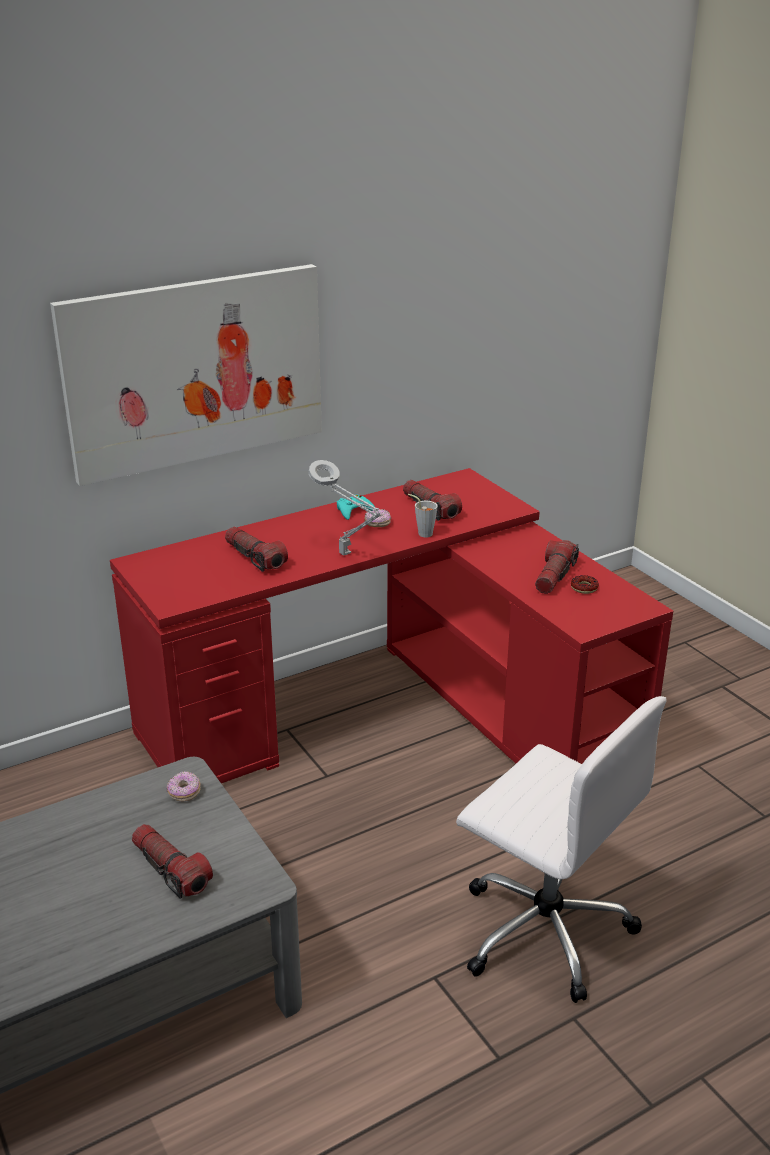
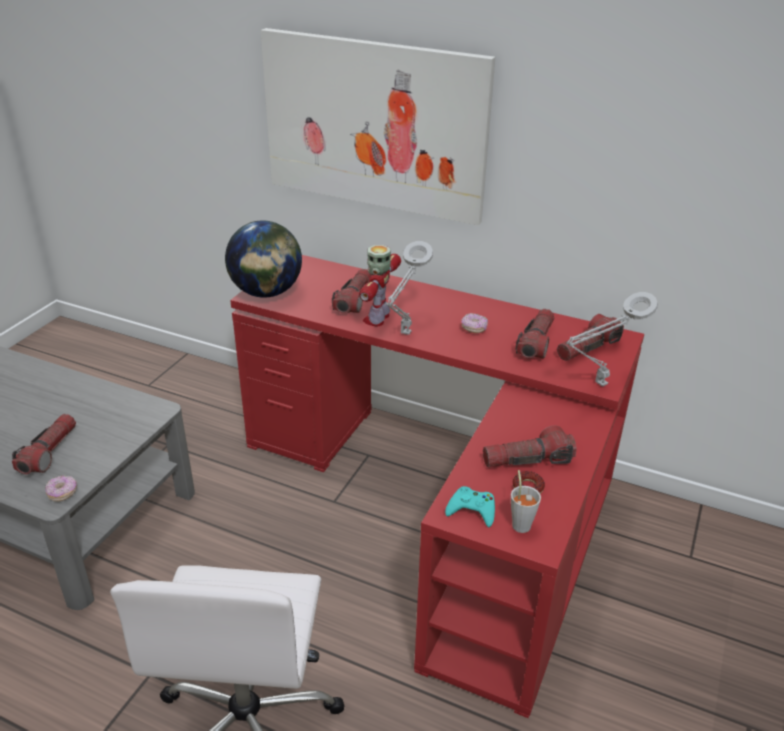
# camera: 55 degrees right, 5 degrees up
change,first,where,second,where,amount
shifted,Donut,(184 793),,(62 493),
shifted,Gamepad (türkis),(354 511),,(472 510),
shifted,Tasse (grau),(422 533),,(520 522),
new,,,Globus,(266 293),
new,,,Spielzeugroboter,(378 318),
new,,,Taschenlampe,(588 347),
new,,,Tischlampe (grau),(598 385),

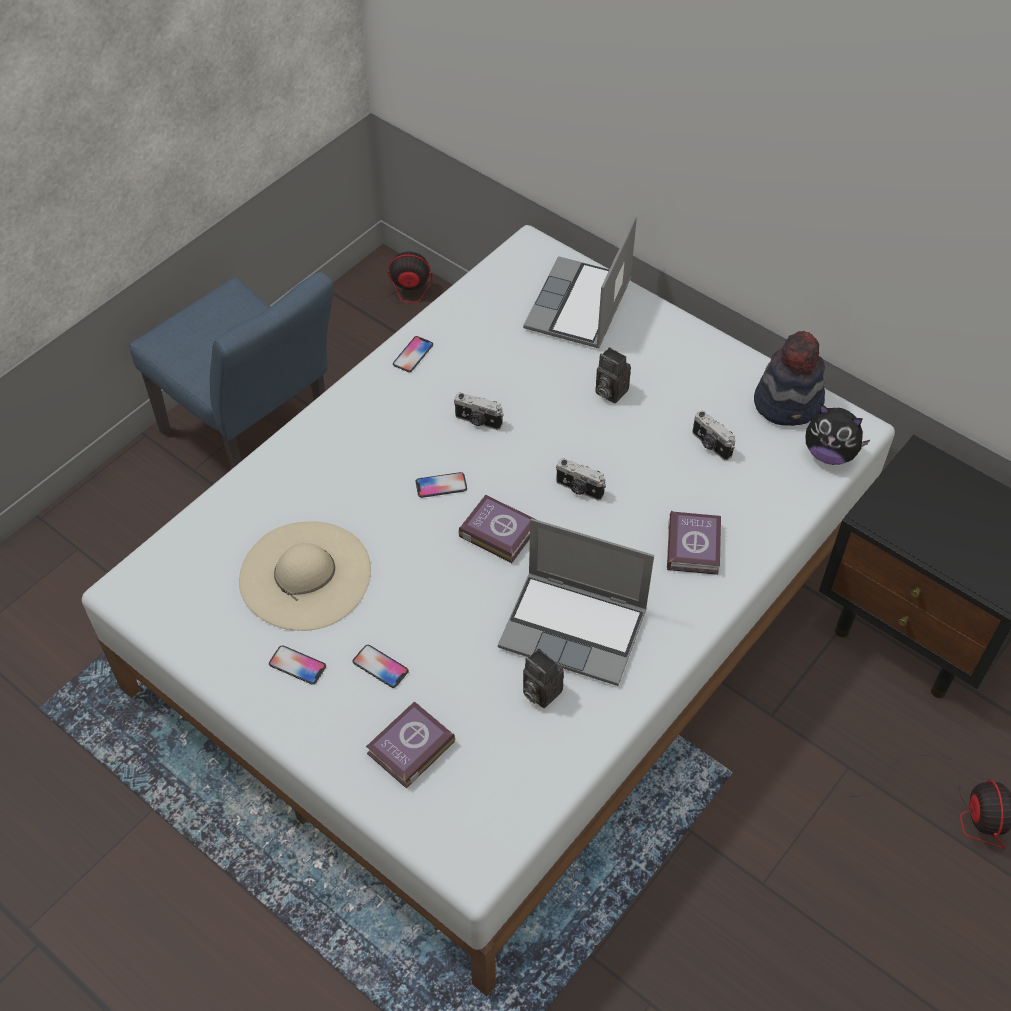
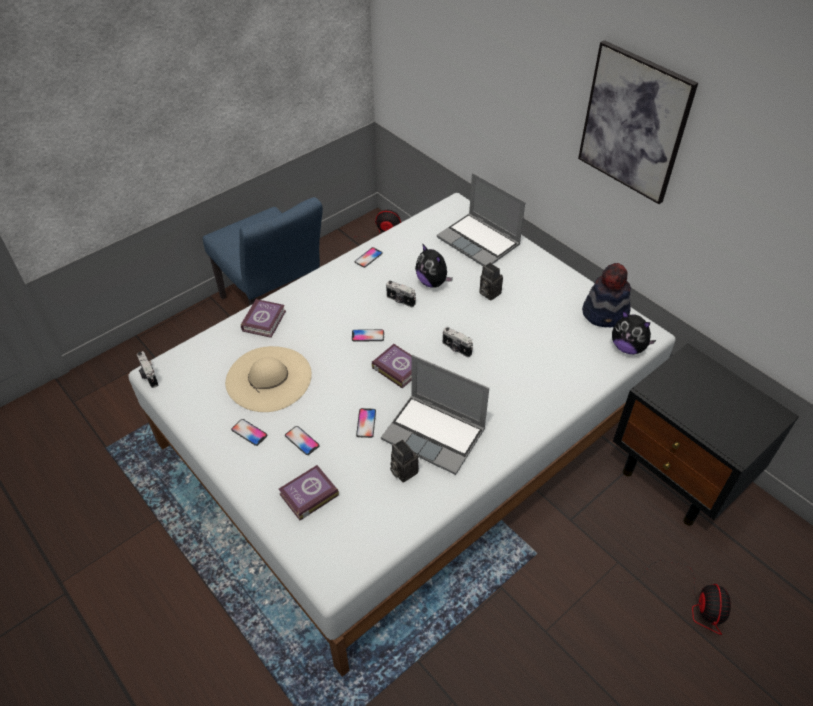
# camera: 10 degrees right, 5 degrees down
change,first,where,second,where,amount
rotated,Laptop,(579 307),,(480 242),75 degrees counterclockwise
shifted,Buch,(694 545),,(265 320),
shifted,Kamera,(710 445),,(148 376),
new,,,Handy,(366 423),
new,,,Plüschtier,(432 282),
new,,,Bild,(634 123),

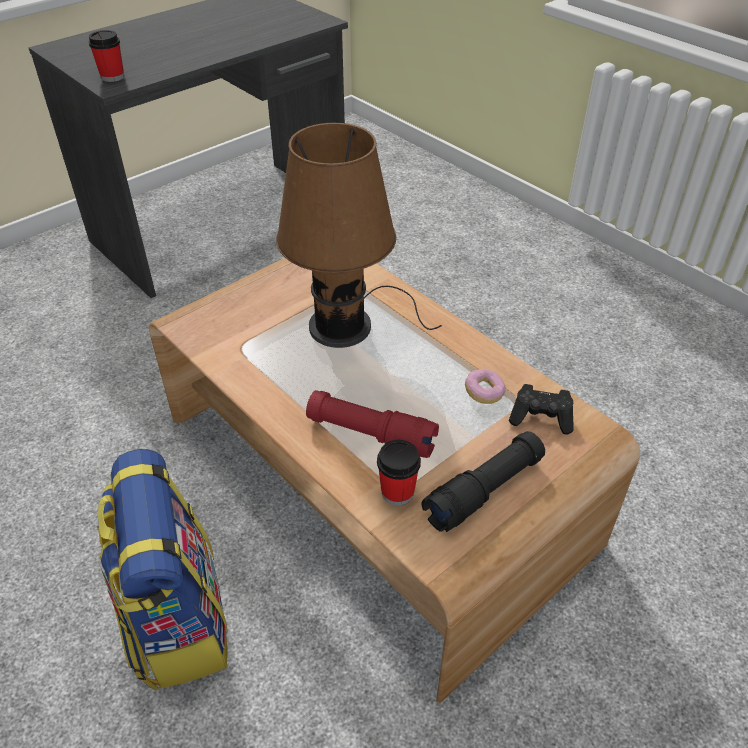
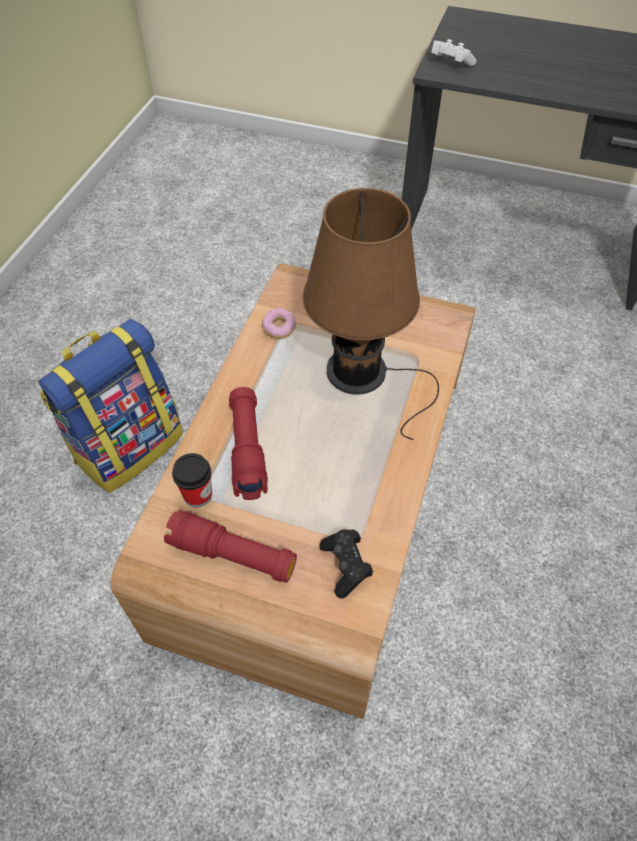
# camera: 60 degrees right, 10 degrees up
change,first,where,second,where,amount
swapped,Tasse,(112 77),Gamepad (weiß),(450 63),
repainted,Taschenlampe (schwarz),(484 491),Taschenlampe (rot),(232 555),
shifted,Donut,(484 393),,(279 329),

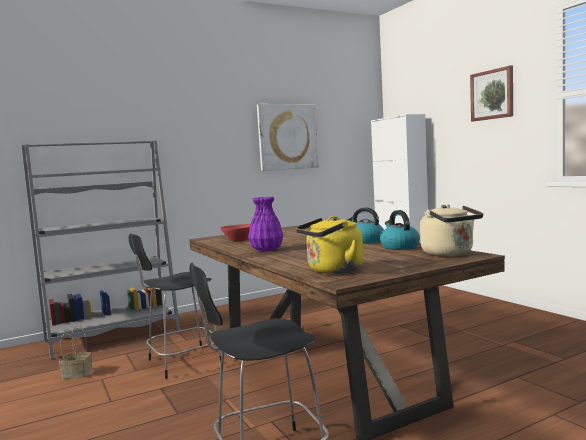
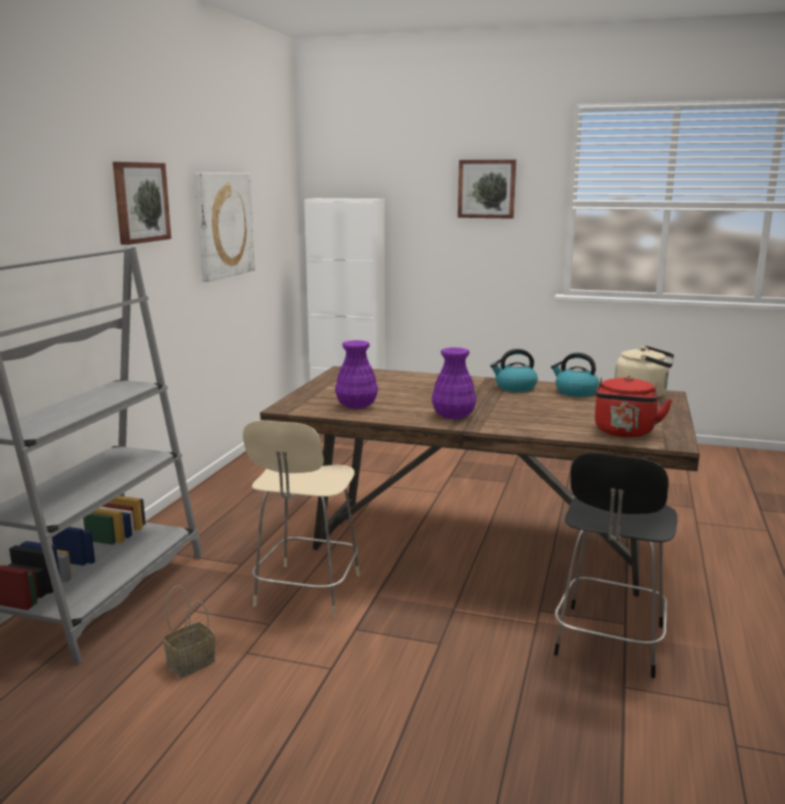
# camera: 45 degrees left, 10 degrees up
change,first,where,second,where,amount
repainted,Stuhl (schwarz),(182 362),Stuhl (beige),(306 592),
swapped,Schüssel (rot),(238 240),Vase (lila),(356 405),
repainted,Wasserkessel (gelb),(332 271),Wasserkessel (rot),(624 433),
new,,,Bild,(140 202),

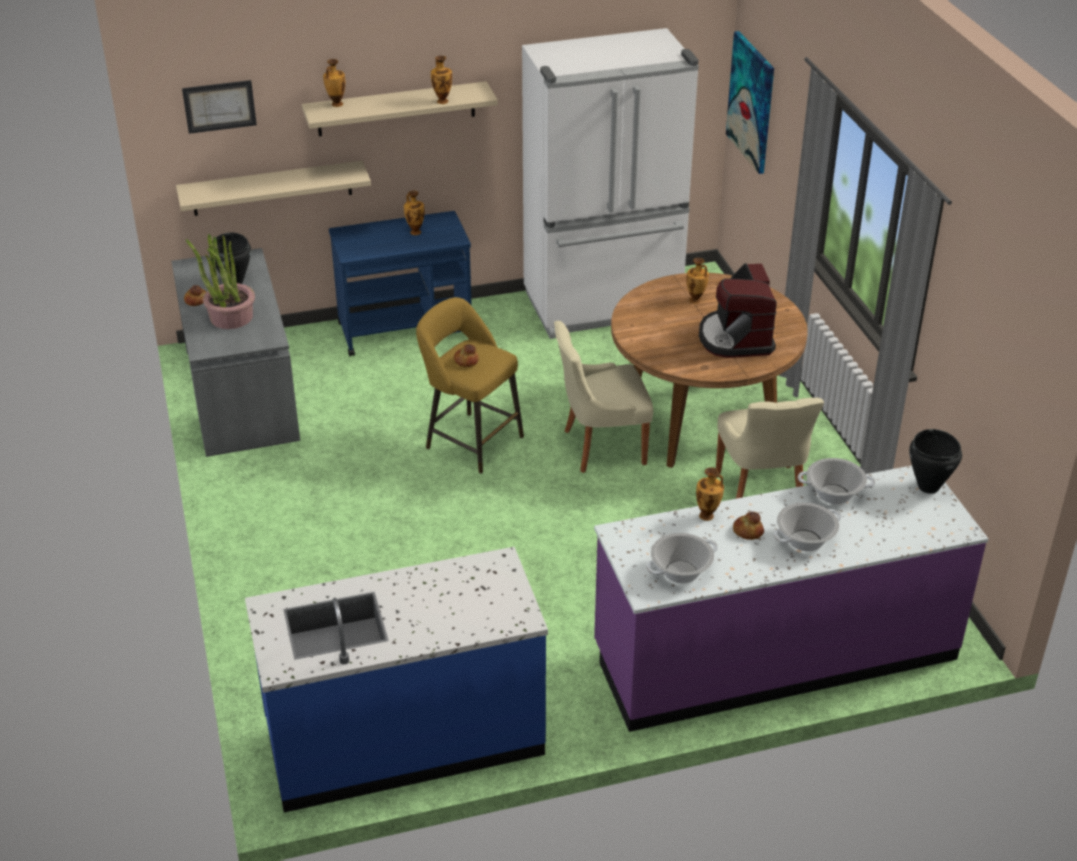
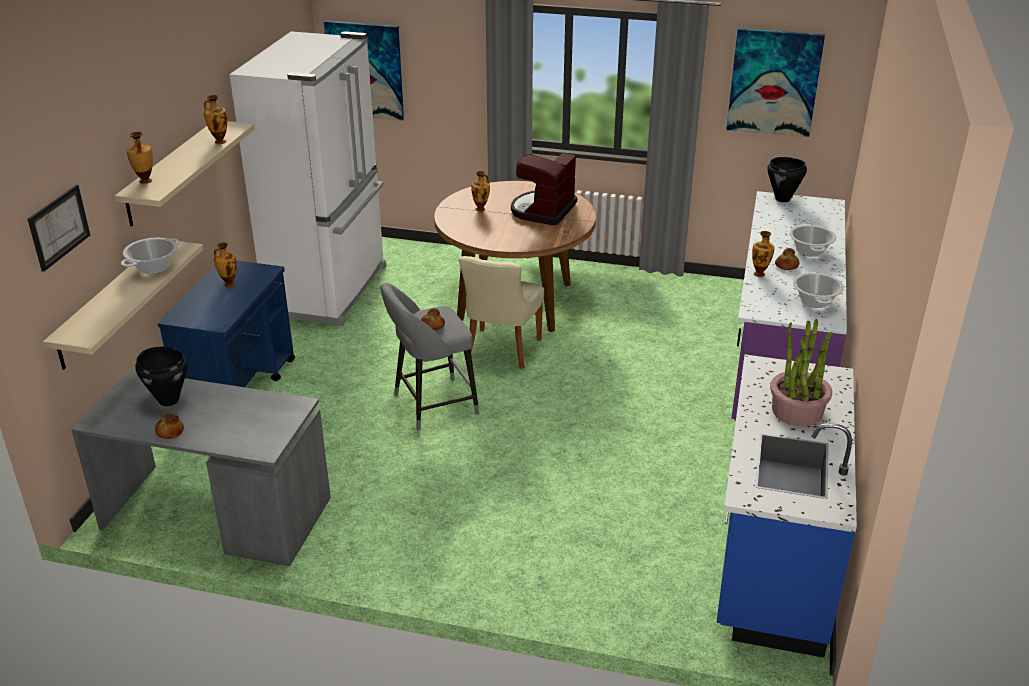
# camera: 60 degrees left, 5 degrees down
change,first,where,second,where,amount
shifted,Topfpflanze,(230 317),,(797 411),
repainted,Hocker (gelb),(470 441),Hocker (grau),(431 406),
rotated,Kaffeemaschine,(735 338),,(543 210),90 degrees clockwise
gone,Stuhl (beige),(761 492),,,
shifted,Kochtopf,(833 494),,(153 267),
new,,,Bild,(774 82),

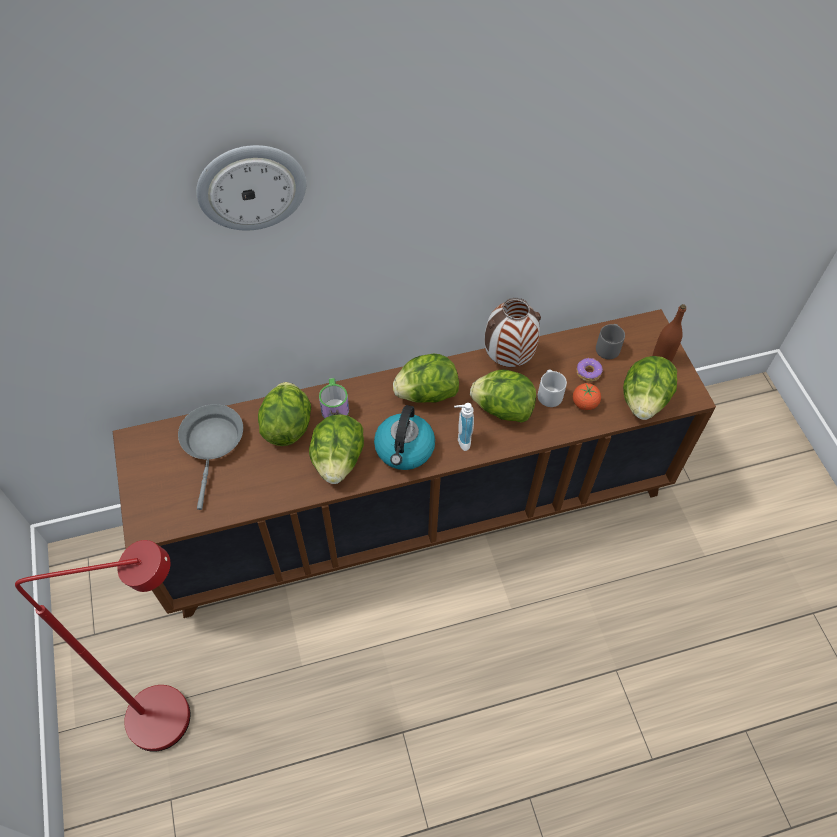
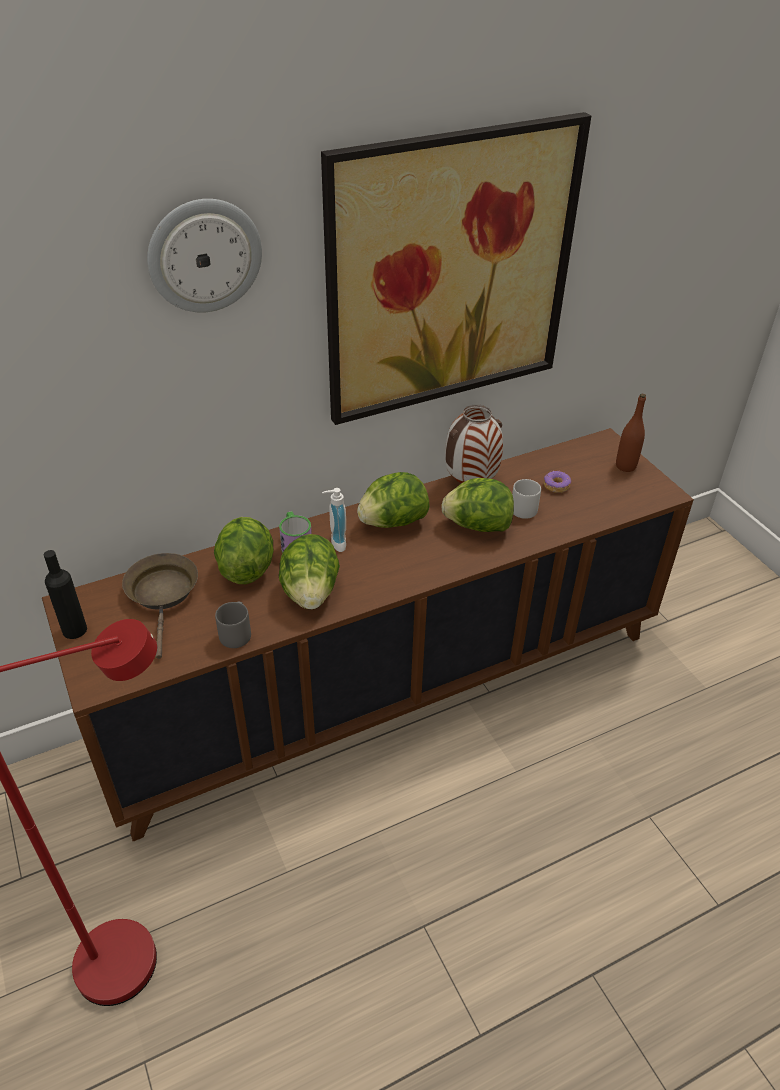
# camera: 10 degrees left, 15 degrees down
change,first,where,second,where,amount
repainted,Pfanne (grau),(213 444),Pfanne (braun),(163 595),
gone,Wasserkessel,(404 450),,,
shifted,Seifenspender,(461 440),,(335 543),
gone,Tomate,(584 404),,,
shifted,Henkelbecher (grau),(608 347),,(236 633),
gone,Salatkopf,(644 401),,,
new,,,Flasche (schwarz),(74 630),
new,,,Bild,(449 272),

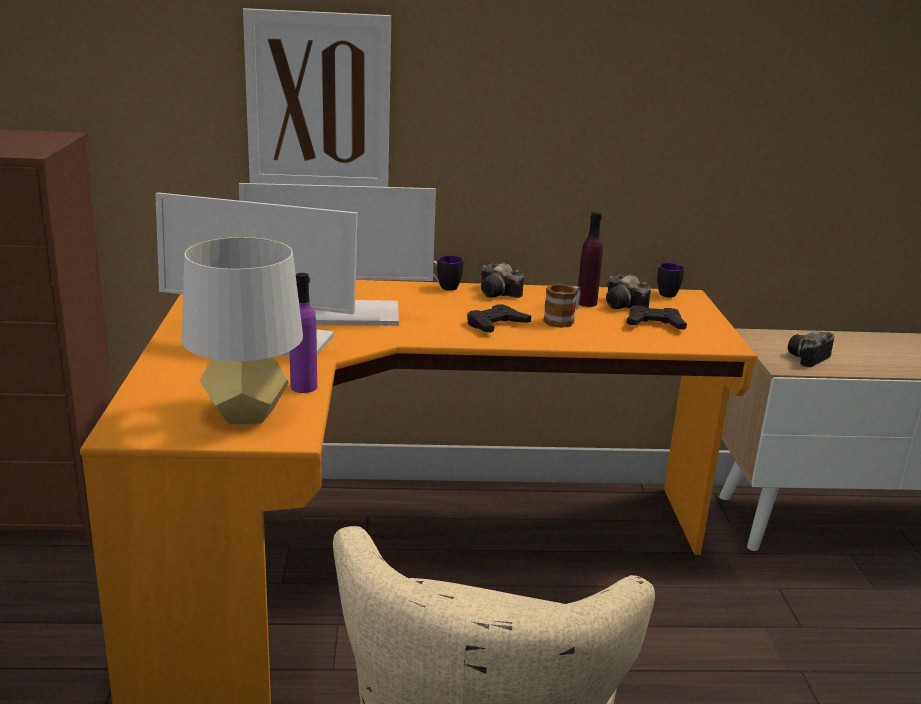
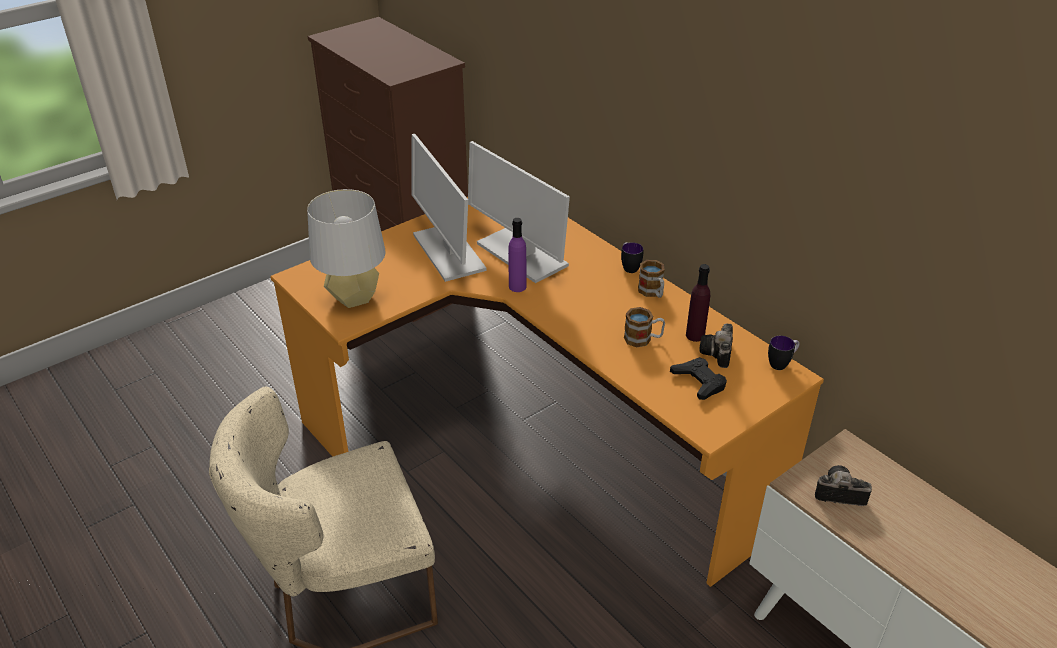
# camera: 55 degrees right, 15 degrees up
change,first,where,second,where,amount
gone,Bild,(318 102),,,
shifted,Flasche (lila),(303 387),,(517 287),
gone,Gamepad (schwarz),(496 325),,,
swapped,Kamera,(499 294),Henkelbecher,(652 292),

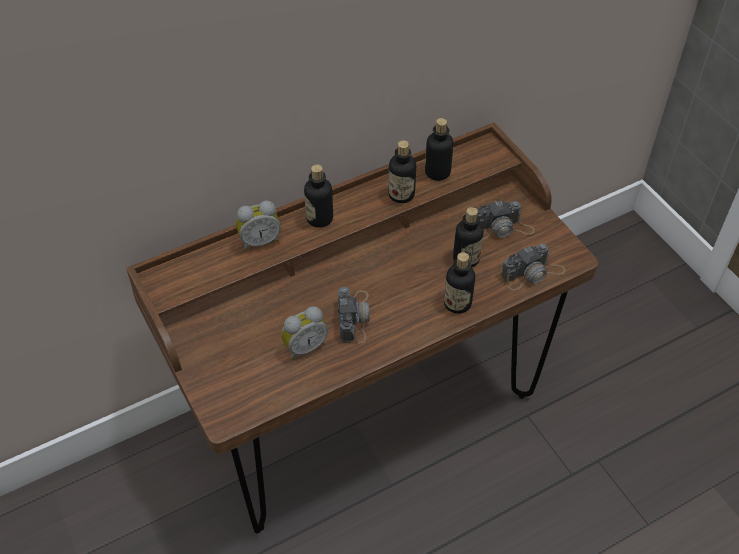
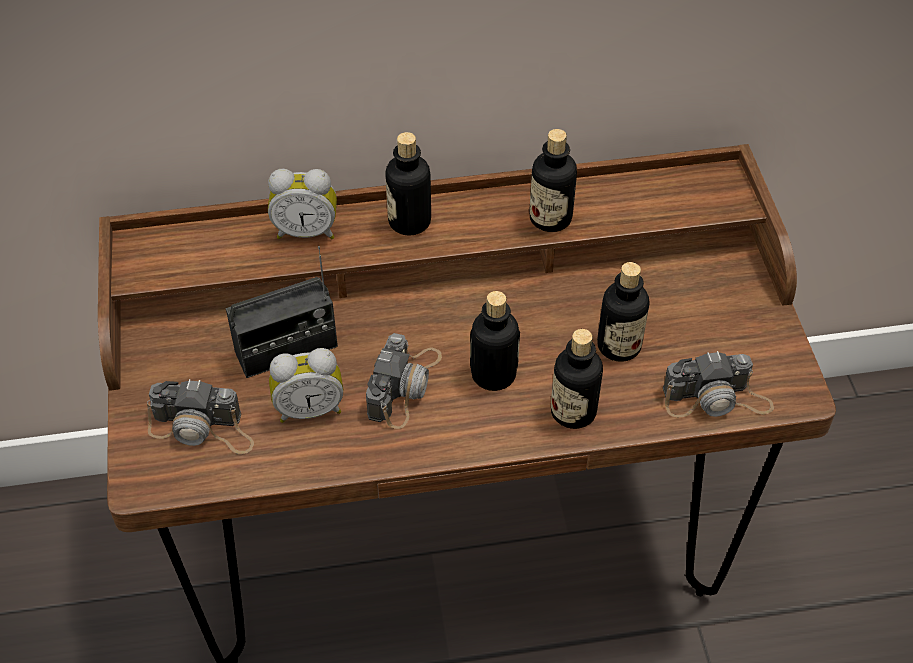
# camera: 20 degrees right, 0 degrees up
change,first,where,second,where,amount
shifted,Flasche,(437 172),,(493 374),
shifted,Kamera,(502 228),,(202 428),
new,,,Radio,(286 350),

